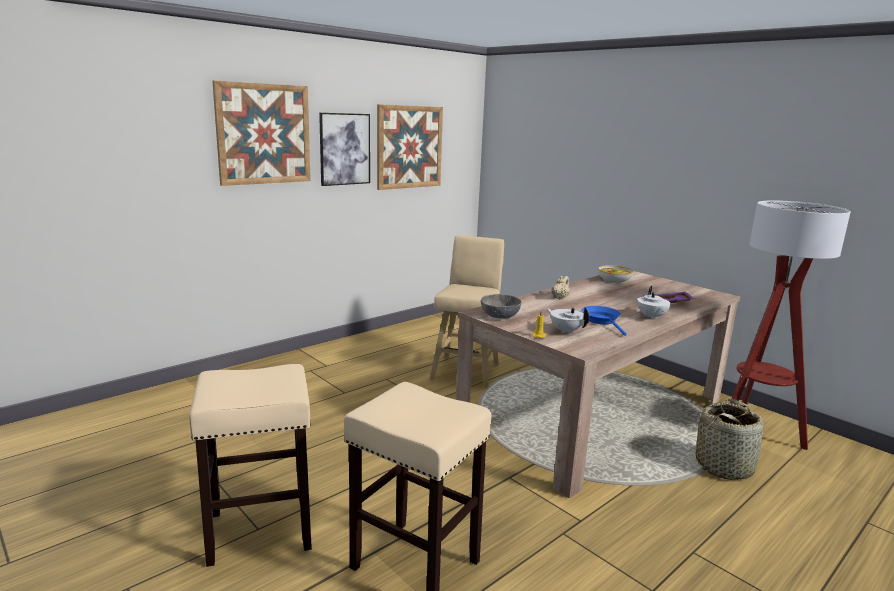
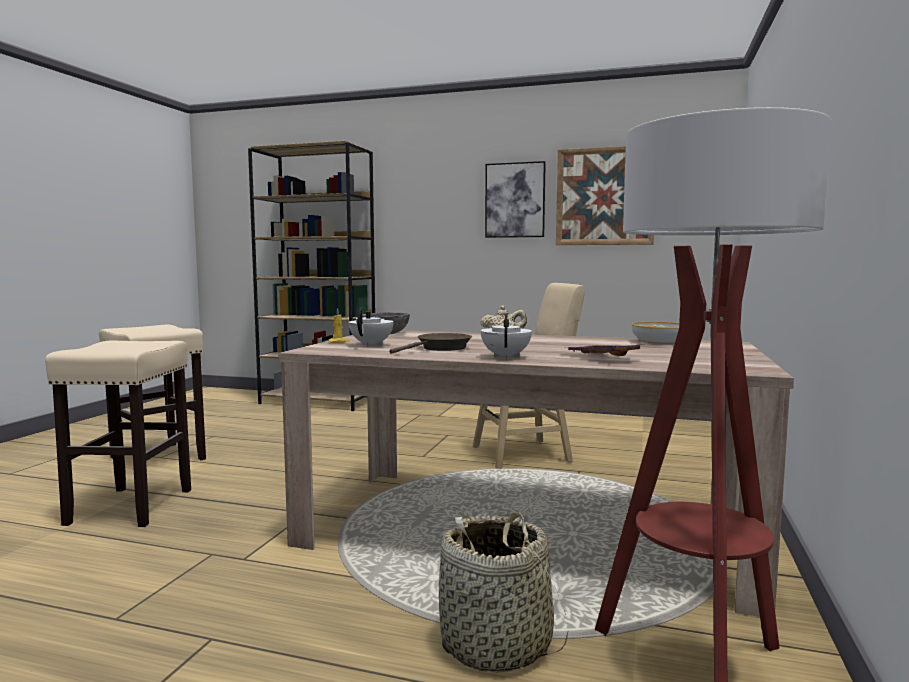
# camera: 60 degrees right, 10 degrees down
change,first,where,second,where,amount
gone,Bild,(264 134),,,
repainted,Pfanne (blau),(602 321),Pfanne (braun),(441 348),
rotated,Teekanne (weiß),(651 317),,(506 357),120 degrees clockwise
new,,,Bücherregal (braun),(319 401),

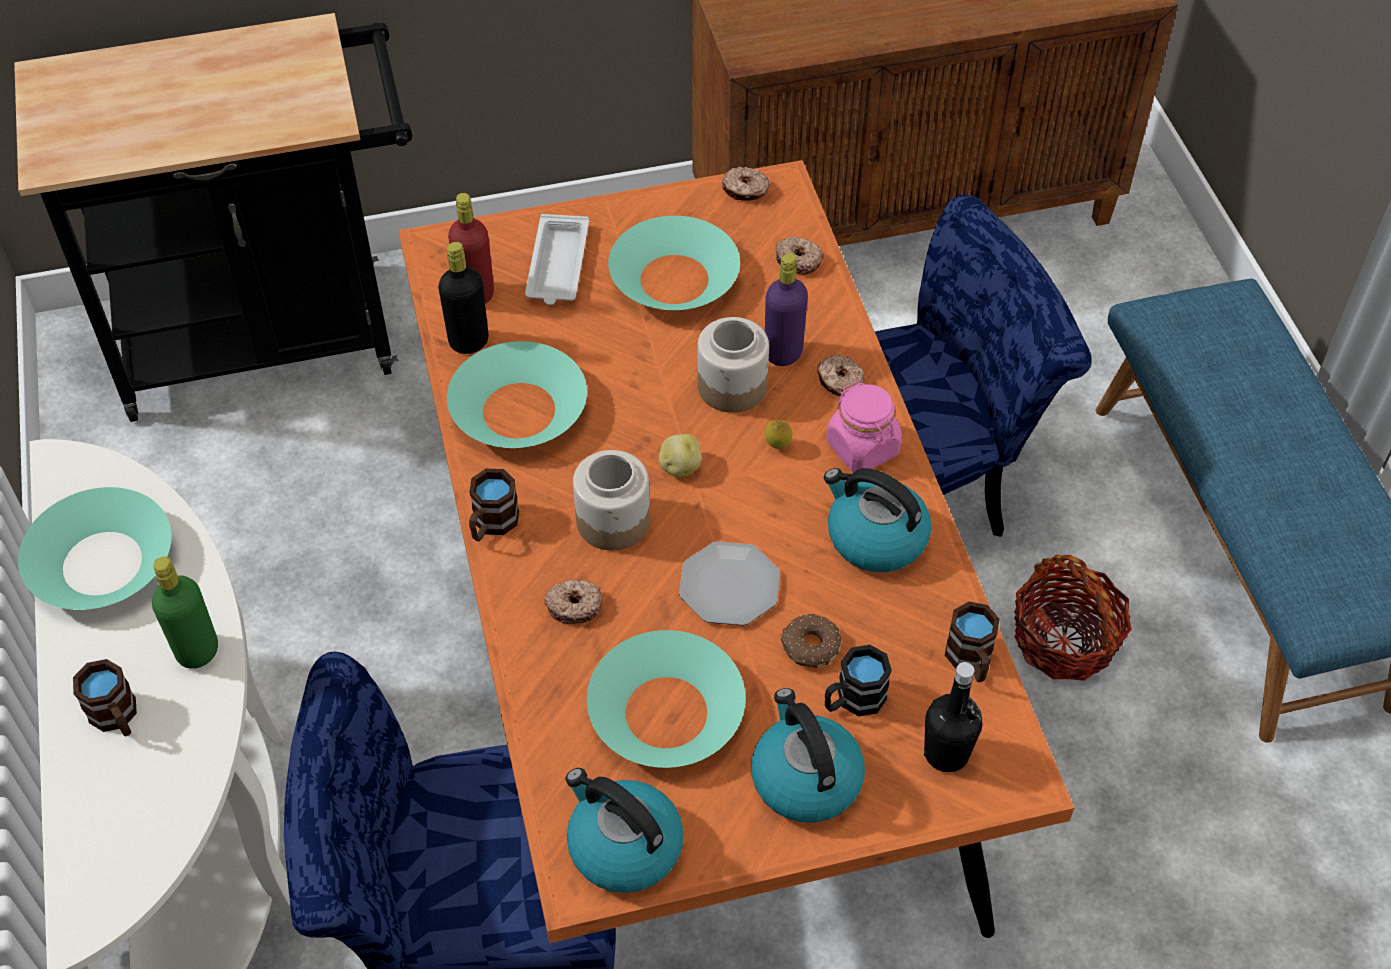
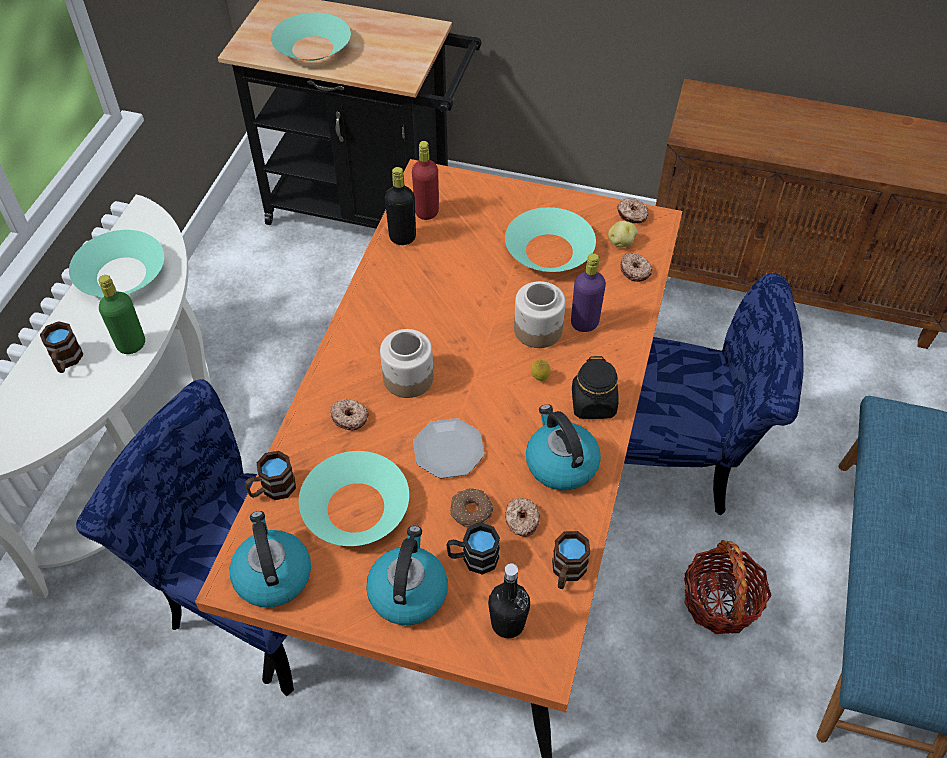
# camera: 30 degrees right, 0 degrees up
change,first,where,second,where,amount
shifted,Schüssel (türkis),(519 410),,(313 48),
shifted,Henkelbecher (braun),(491 525),,(272 489),
gone,Tablett (weiß),(557 266),,,
shifted,Kartoffel,(679 467),,(620 242),
shifted,Donut,(840 382),,(521 520),
repainted,Vorratsglas (rosa),(863 448),Vorratsglas (schwarz),(593 404),

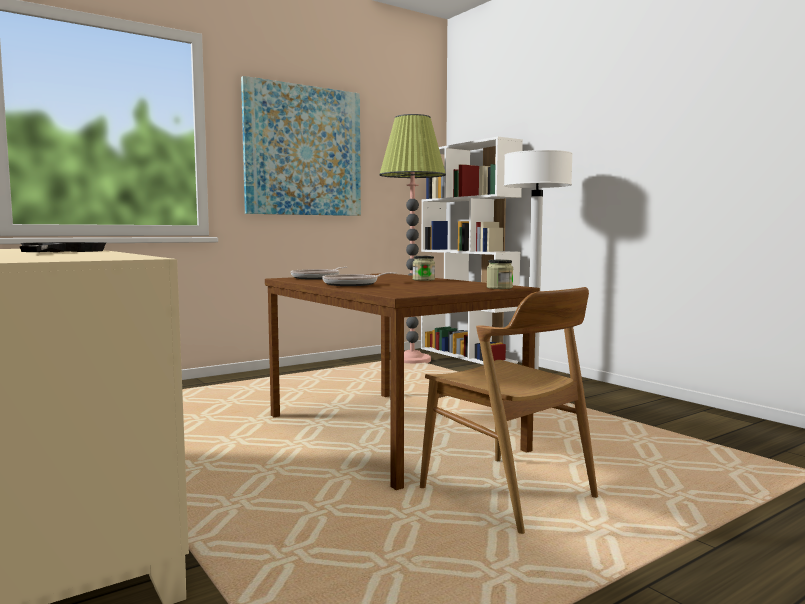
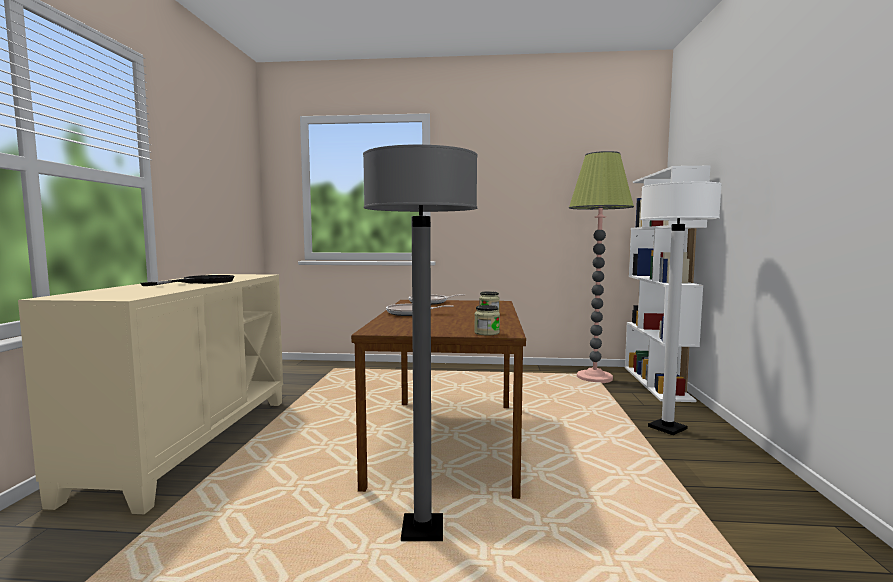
# camera: 40 degrees right, 0 degrees up
change,first,where,second,where,amount
gone,Bild,(303 151),,,
swapped,Stuhl (braun),(507 493),Stehlampe (grau),(422 530),

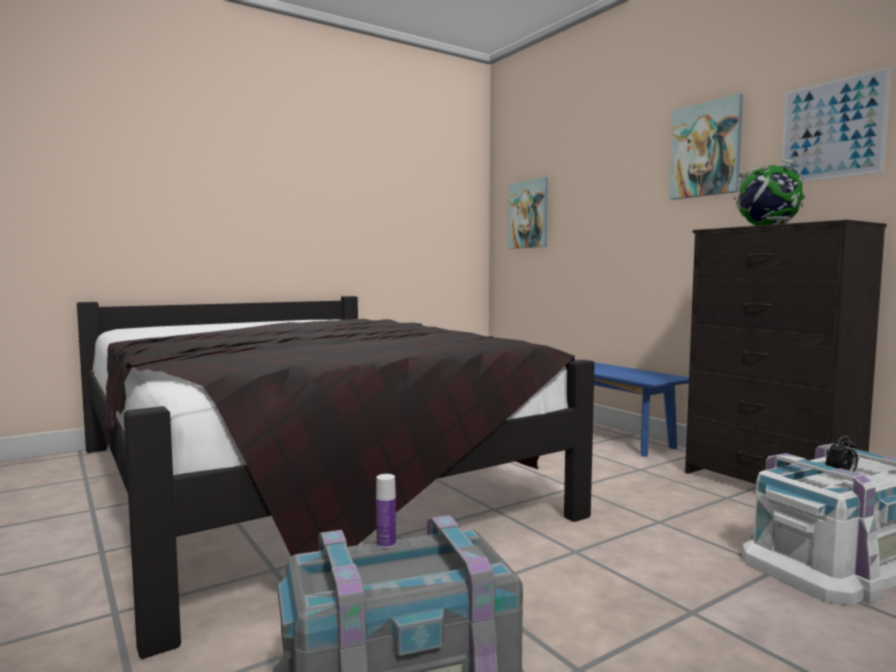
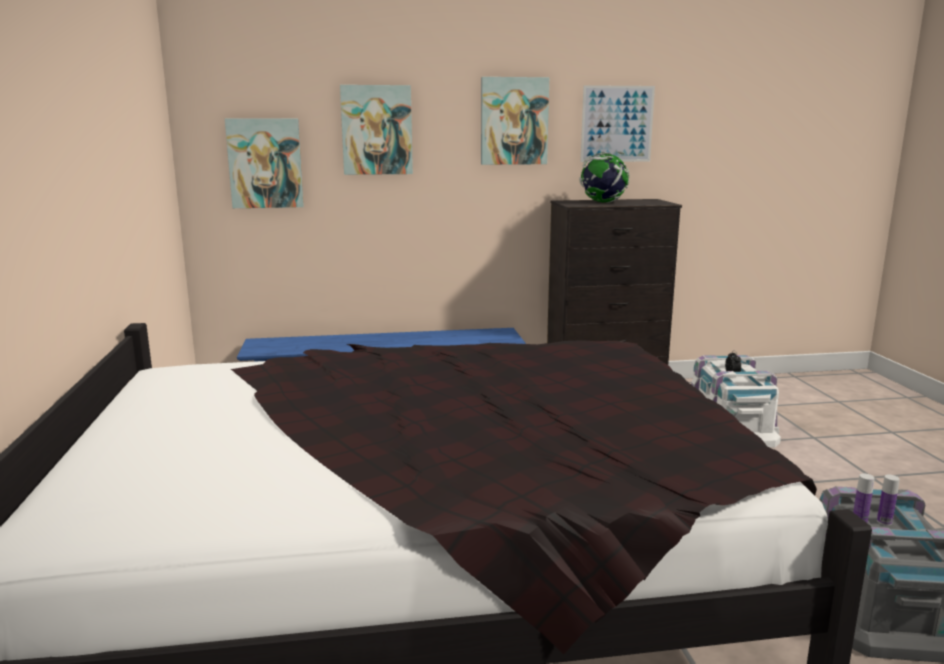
# camera: 65 degrees left, 10 degrees up
change,first,where,second,where,amount
new,,,Bild,(376 130),
new,,,Flasche,(884 522),

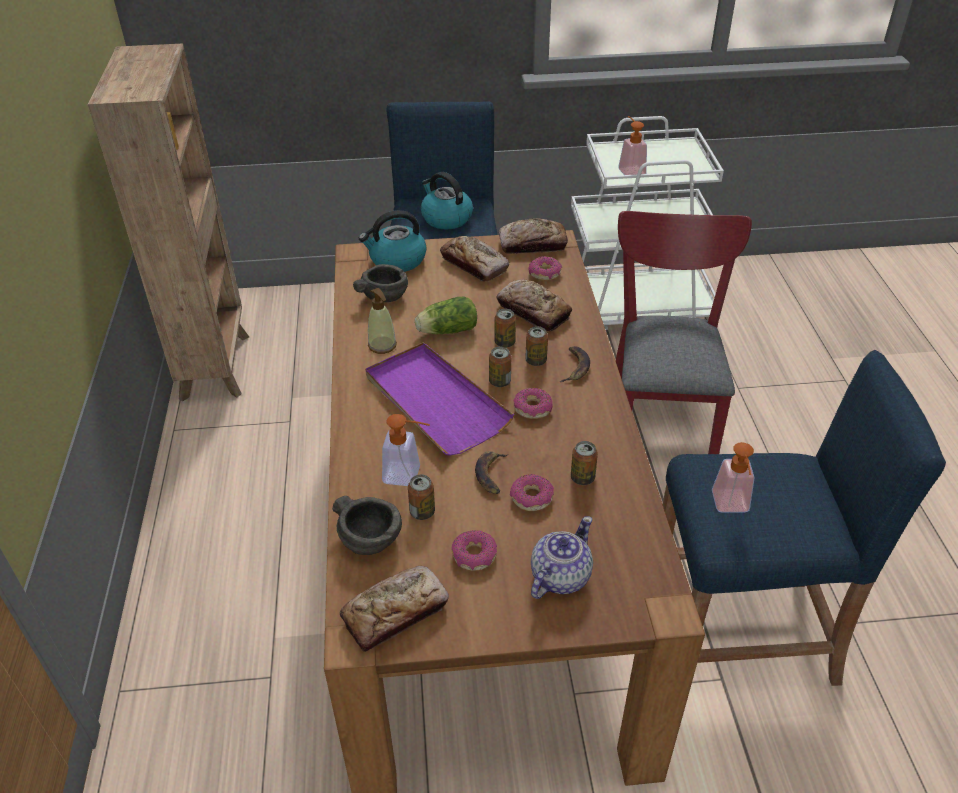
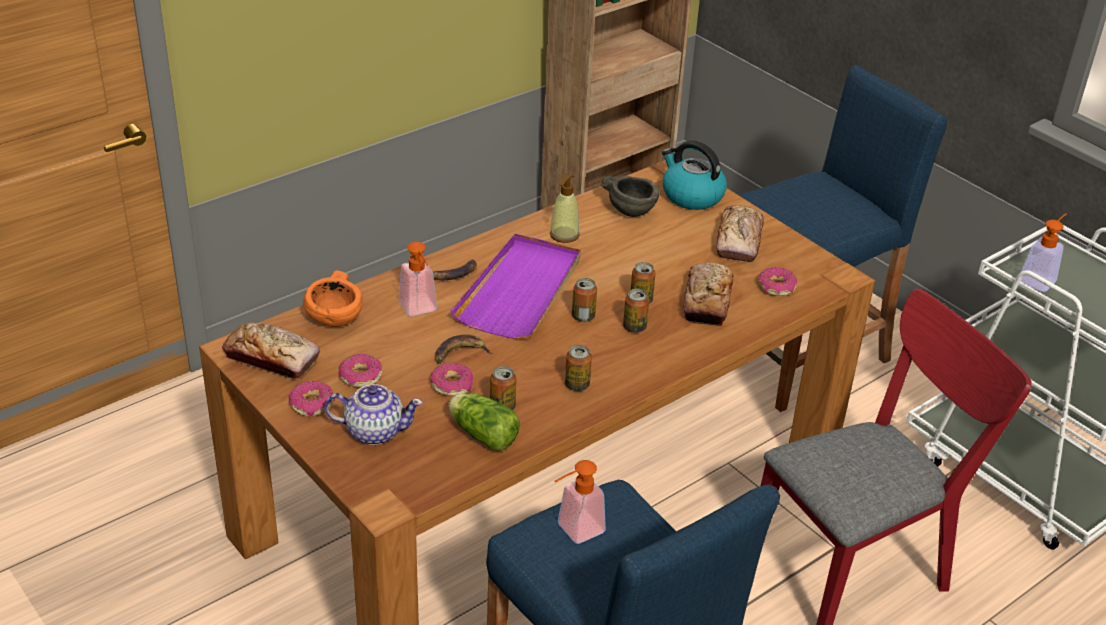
# camera: 55 degrees right, 5 degrees down
change,first,where,second,where,amount
repainted,Schüssel (grau),(371 539),Schüssel (orange),(335 318),
shifted,Dose,(422 512),,(577 385),
shifted,Salatkopf,(446 331),,(481 433),
gone,Wasserkessel,(446 218),,,
gone,Brot,(532 244),,,
shifted,Donut,(532 408),,(312 404),
shifted,Banane,(575 367),,(453 274),

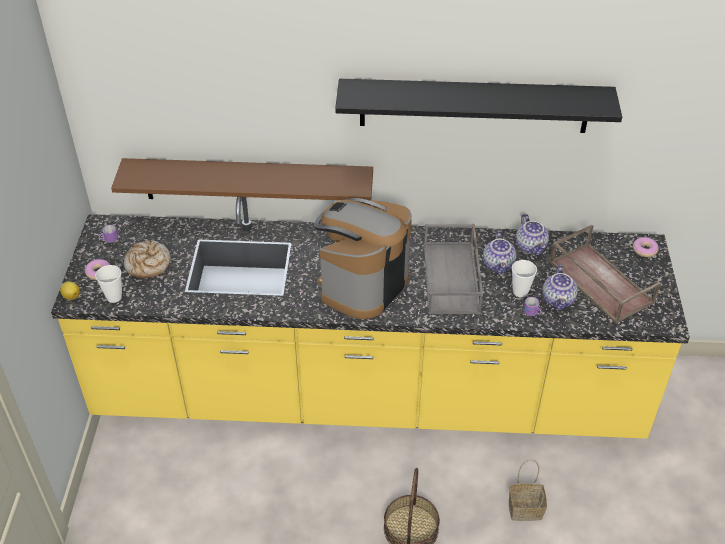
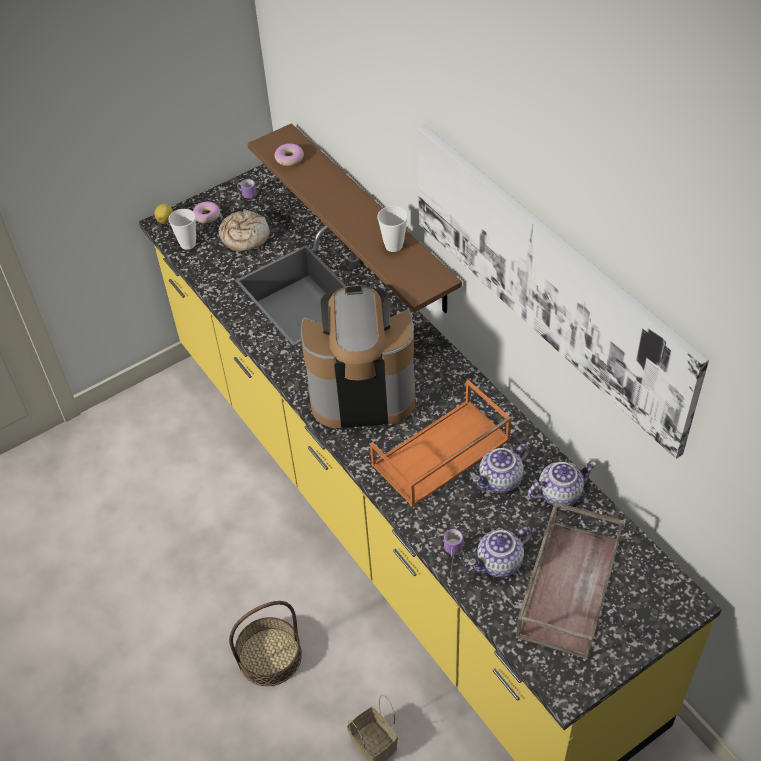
# camera: 55 degrees right, 5 degrees up
change,first,where,second,where,amount
swapped,Wandregal (schwarz),(474 105),Bild,(547 280),
repainted,Tablett (grau),(452 278),Tablett (orange),(441 454),
shifted,Tasse,(520 292),,(393 246),
rotated,Teekanne,(531 247),,(559 492),150 degrees counterclockwise
shifted,Donut,(644 250),,(289 158),

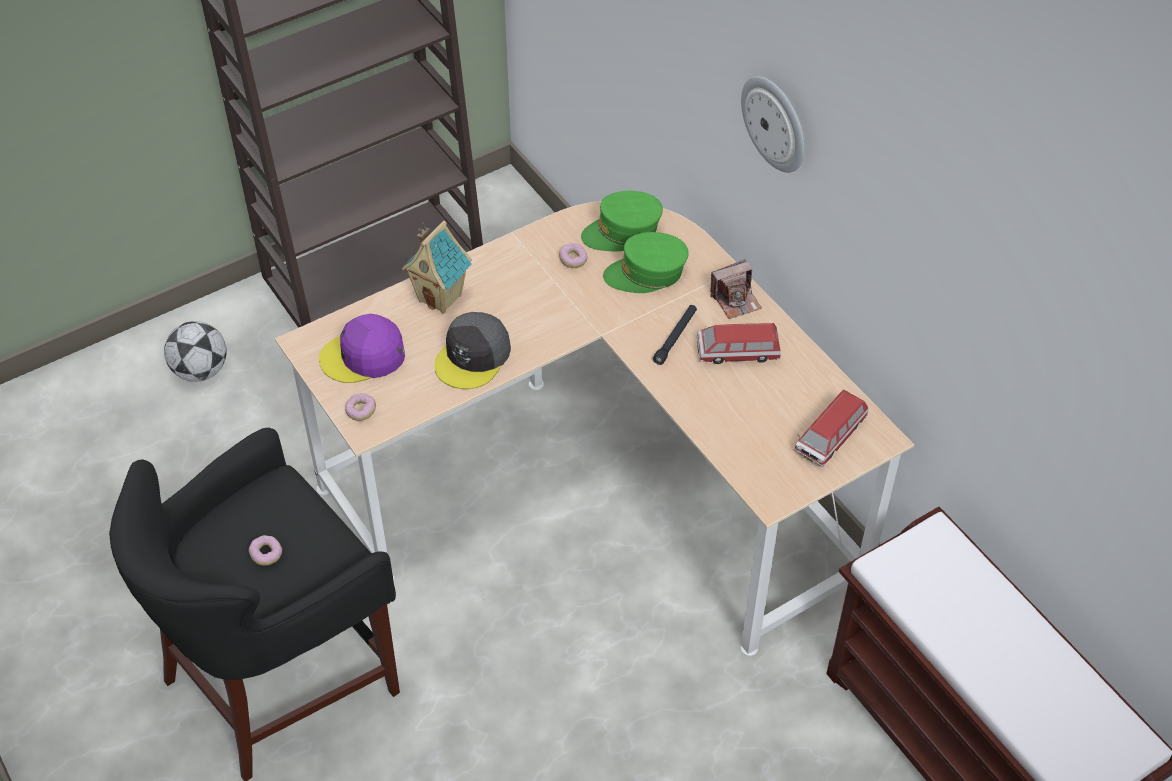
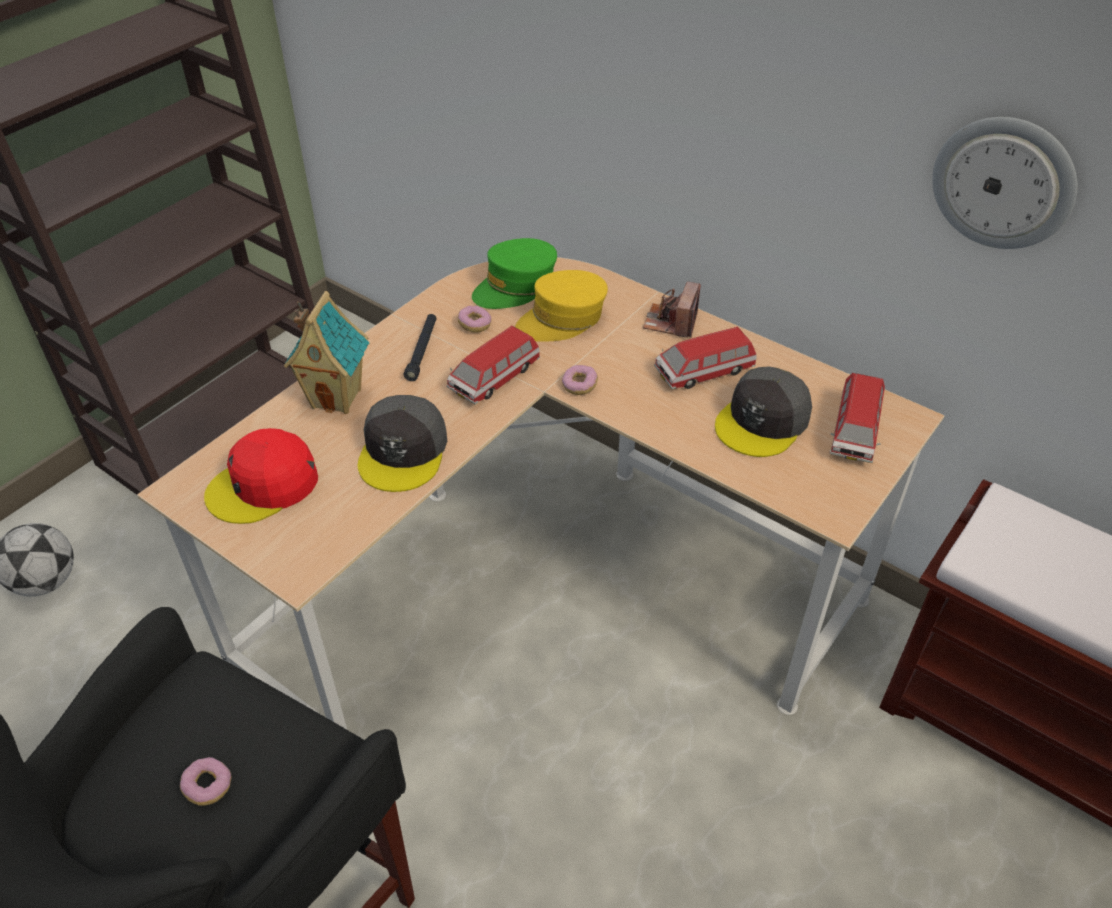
# camera: 20 degrees left, 5 degrees down
change,first,where,second,where,amount
repainted,Kappe (lila),(363 356),Kappe (rot),(264 485),
shifted,Donut,(361 411),,(579 386),
repainted,Kappe (grün),(646 273),Kappe (gelb),(562 319),
shifted,Taschenlampe (schwarz),(675 337),,(422 351),
rotated,Kamera,(735 300),,(671 322),150 degrees clockwise
shifted,Wanduhr,(775 123),,(1004 182),
new,,,Spielzeugauto,(494 378),
new,,,Kappe (grau),(763 421),

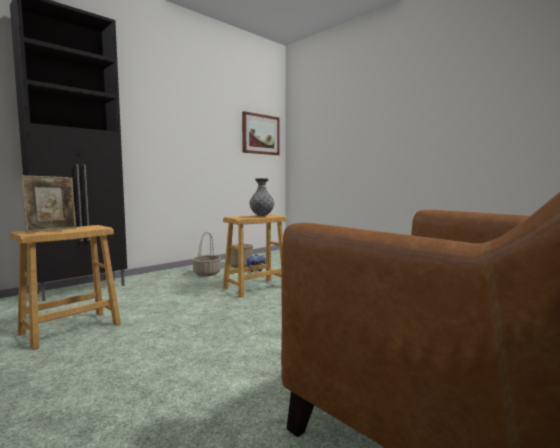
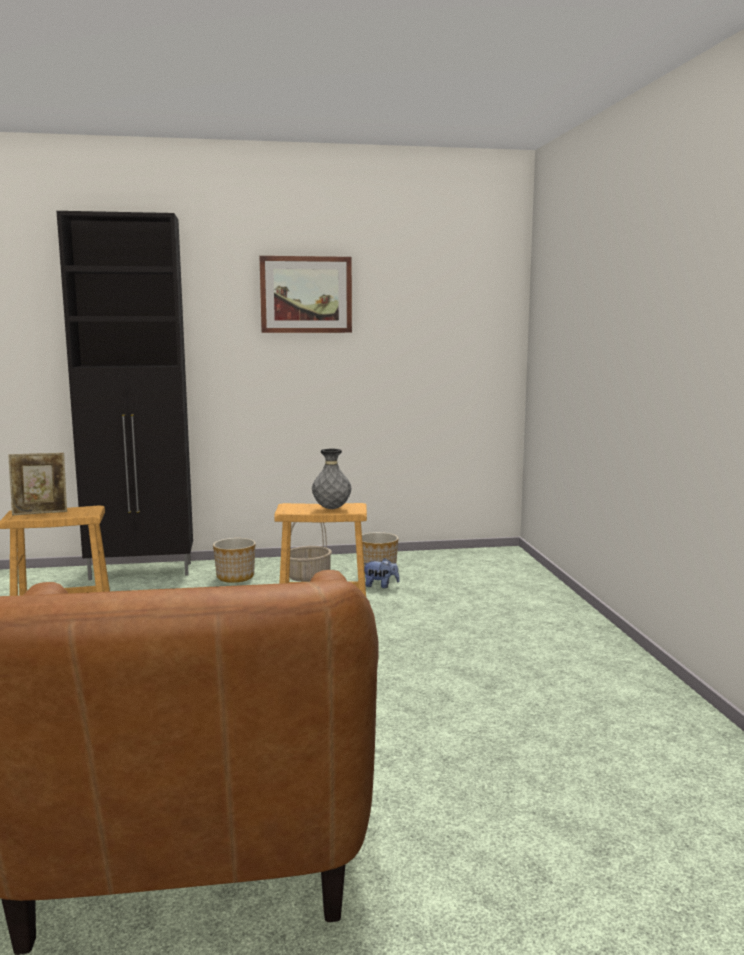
# camera: 35 degrees right, 5 degrees up
change,first,where,second,where,amount
shifted,Bild,(260 134),,(306 294),
new,,,Pflanzkübel,(235 577),

